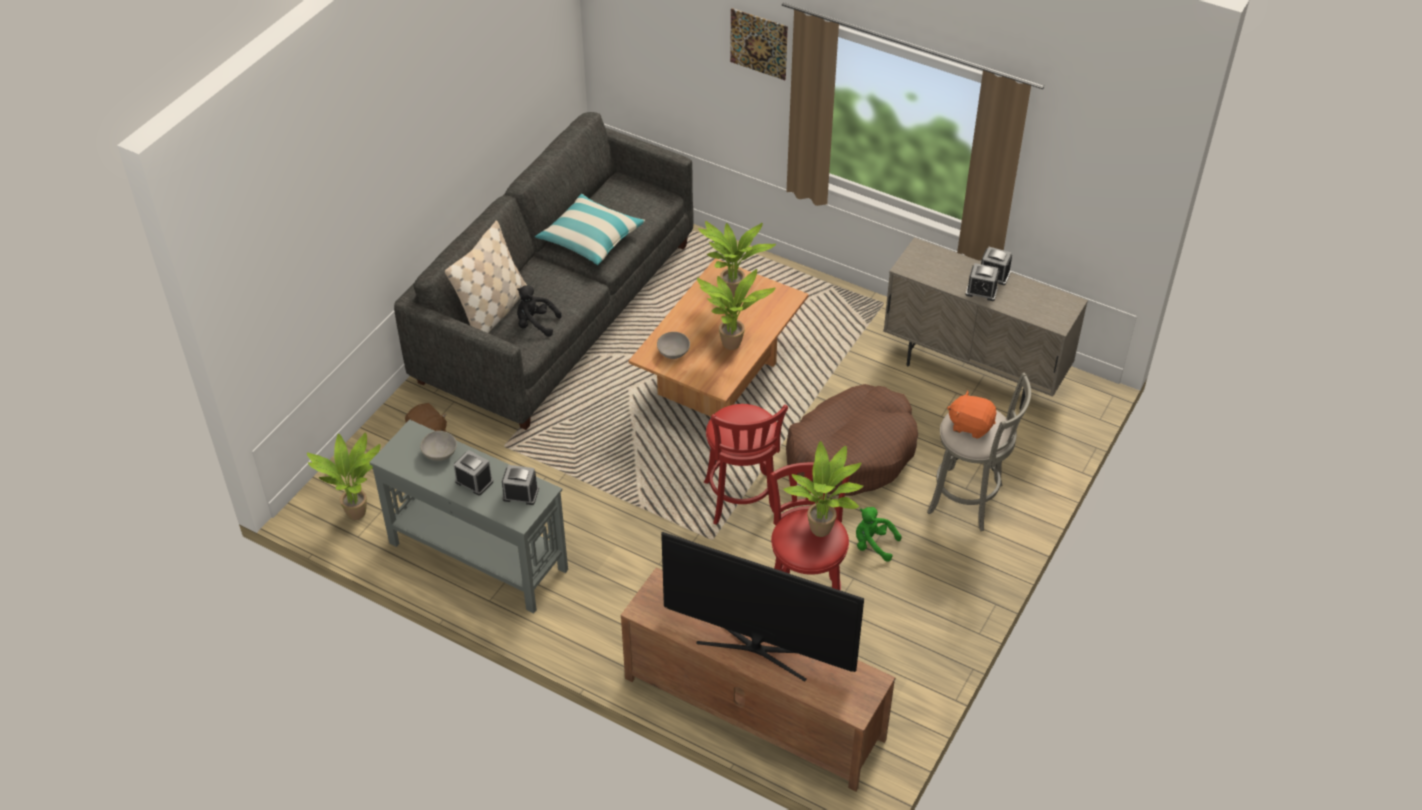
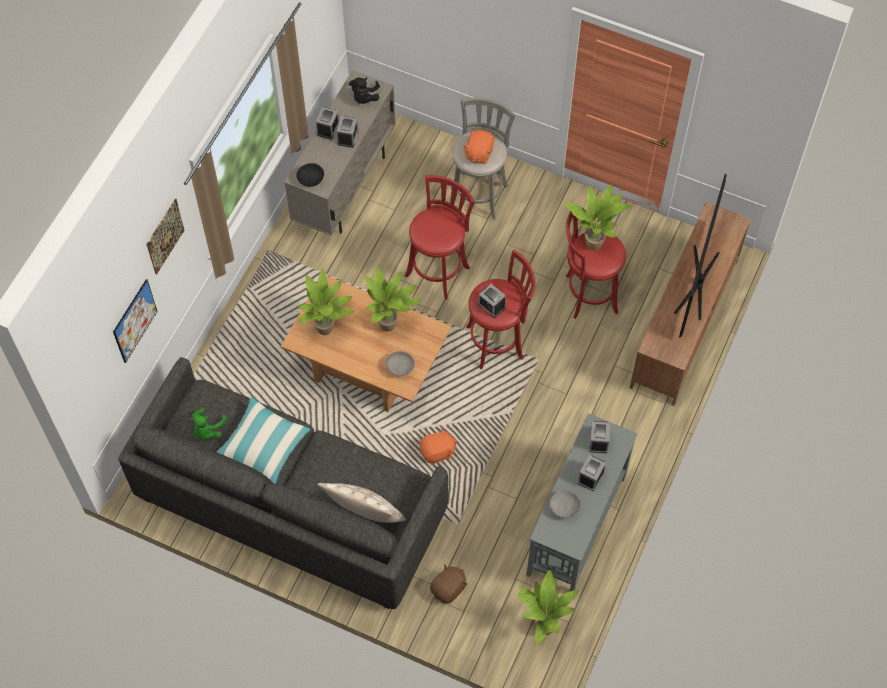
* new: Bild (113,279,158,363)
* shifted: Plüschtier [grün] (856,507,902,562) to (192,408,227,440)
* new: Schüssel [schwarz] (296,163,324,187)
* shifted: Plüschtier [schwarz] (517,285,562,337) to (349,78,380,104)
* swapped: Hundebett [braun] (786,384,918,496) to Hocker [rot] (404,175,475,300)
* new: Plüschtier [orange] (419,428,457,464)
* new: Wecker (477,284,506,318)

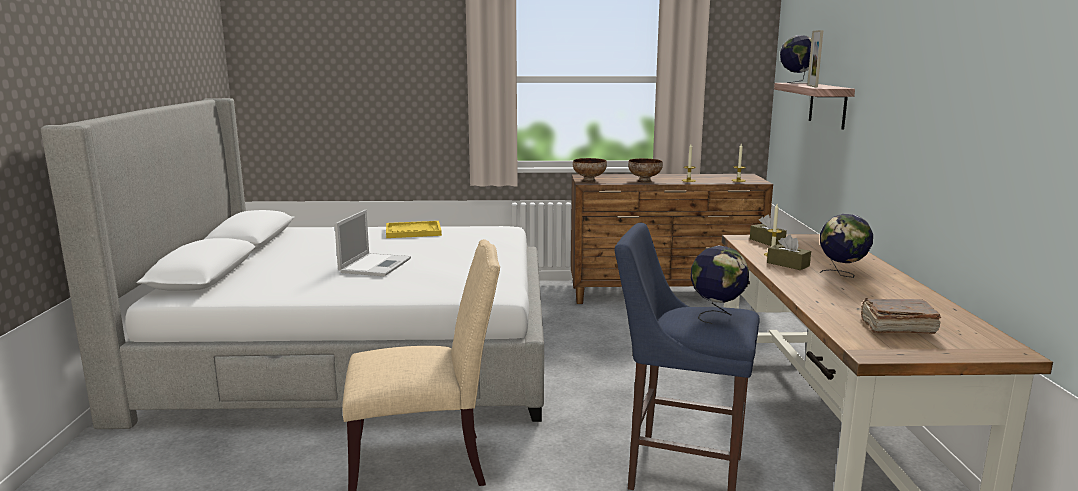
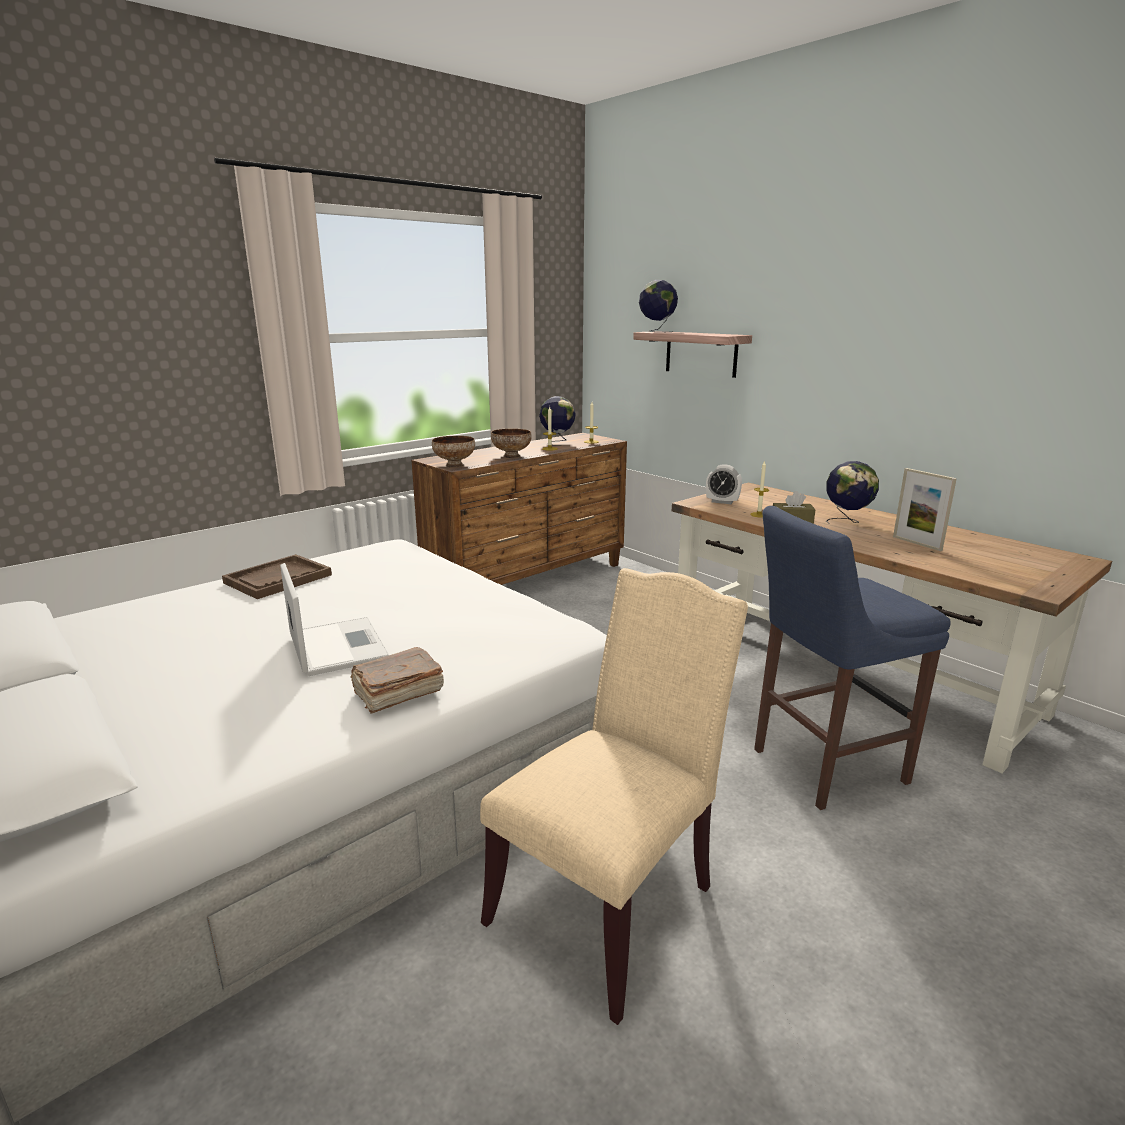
* repainted: Tablett [gelb] (386,221,442,238) to Tablett [braun] (222,554,332,599)
* shifted: Buch [braun] (861,298,941,334) to (350,647,444,714)
* shifted: Globus (691,246,749,324) to (539,396,576,446)
* swapped: Taschentuchbox [braun] (750,215,787,246) to Wecker (706,464,742,504)
* shifted: Bilderrahmen (807,30,823,88) to (893,468,957,551)

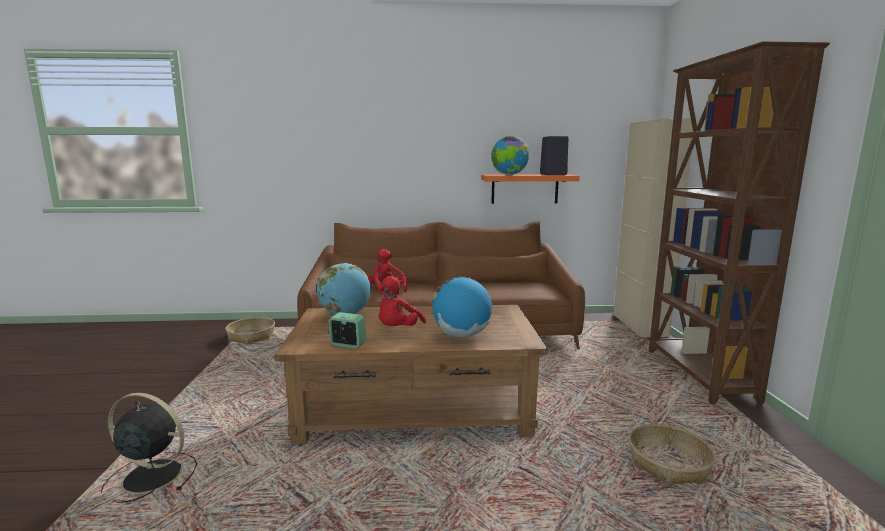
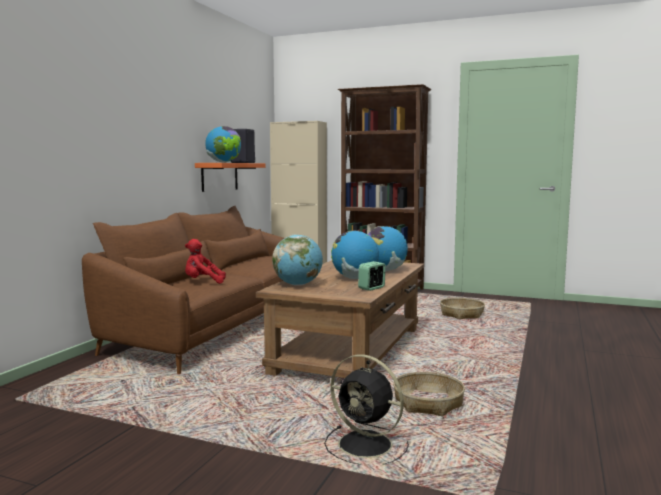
* rotated: Ventilator [schwarz] (101,393,197,503) = (324,354,409,465) 90 degrees counterclockwise
* swapped: Plüschtier [rot] (379,276,426,326) to Globus (331,230,379,279)
* shifted: Korb (226,317,275,344) to (393,372,465,416)

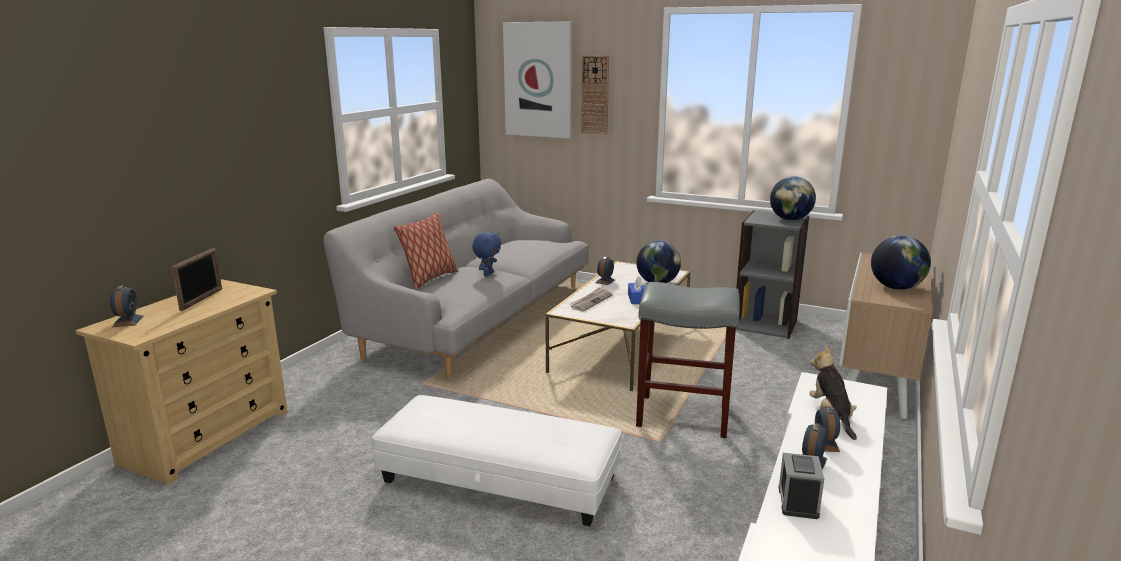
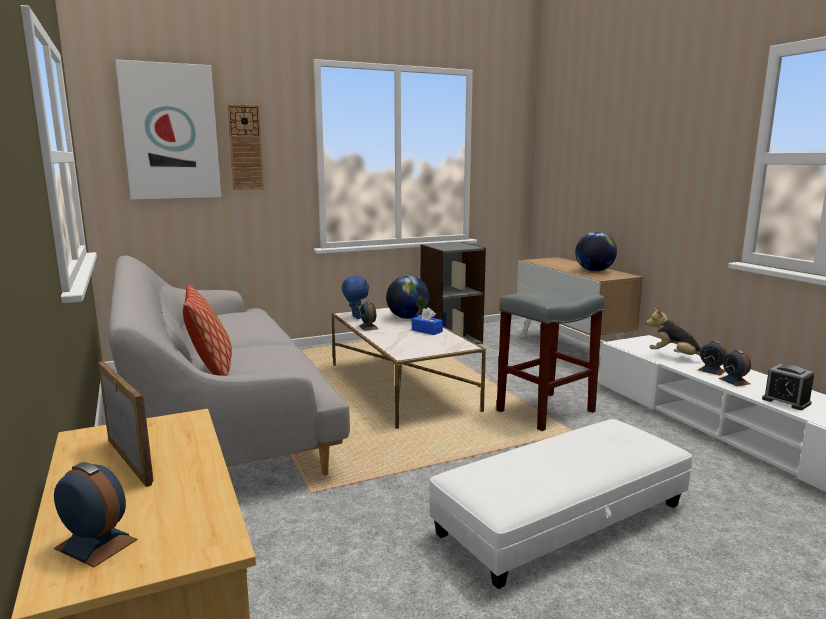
* shifted: Plüschtier [blau] (472,232,501,276) to (342,276,369,319)
* gone: Zeitung (569,287,613,311)
* gone: Globus (770,176,816,220)

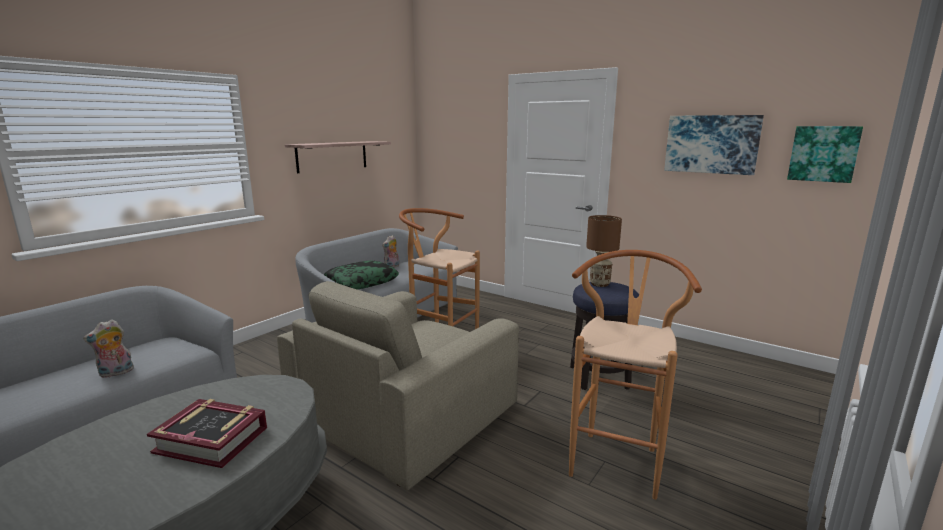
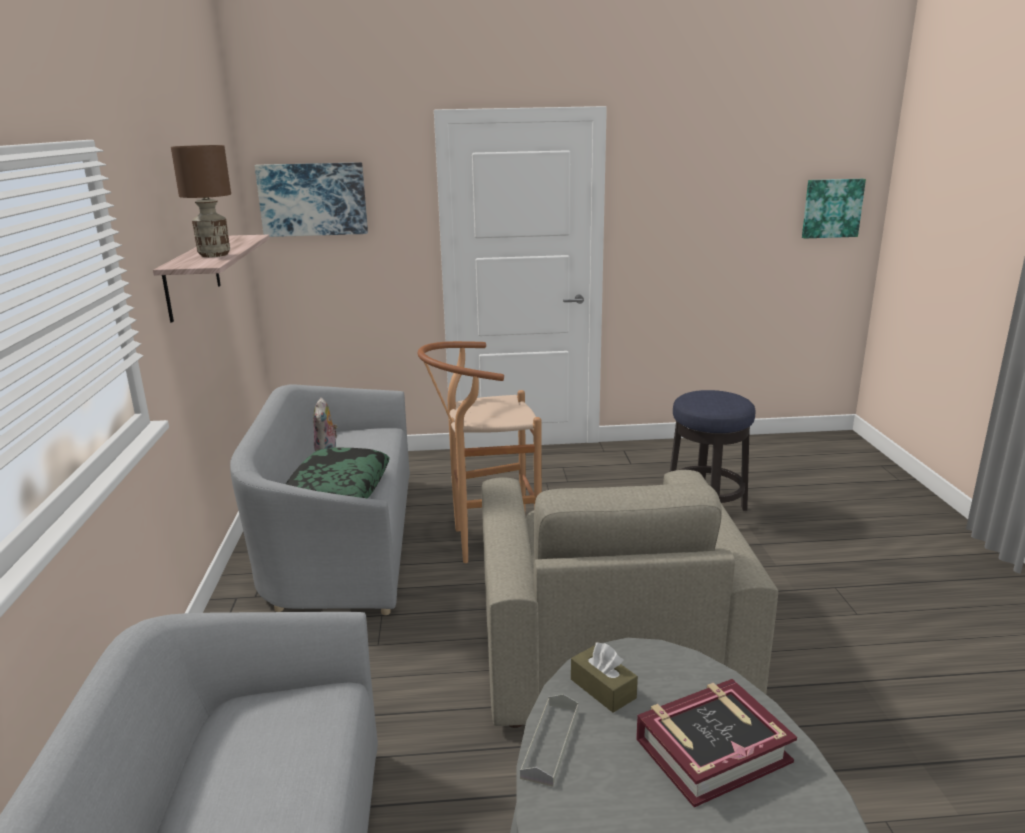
* shifted: Tischlampe [braun] (586,215,622,287) to (171,145,231,257)
* shifted: Bild (664,115,764,175) to (255,162,368,237)
* new: Tablett [grau] (520,694,578,786)
* new: Taschentuchbox [braun] (571,642,638,713)
* gone: Plüschtier (83,319,134,378)
* gone: Hocker [braun] (569,250,702,500)

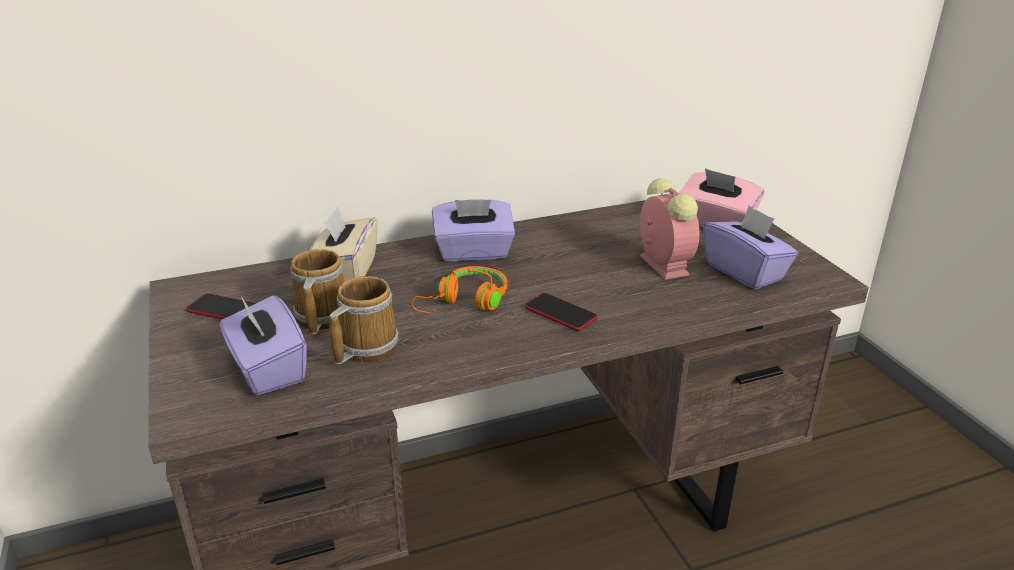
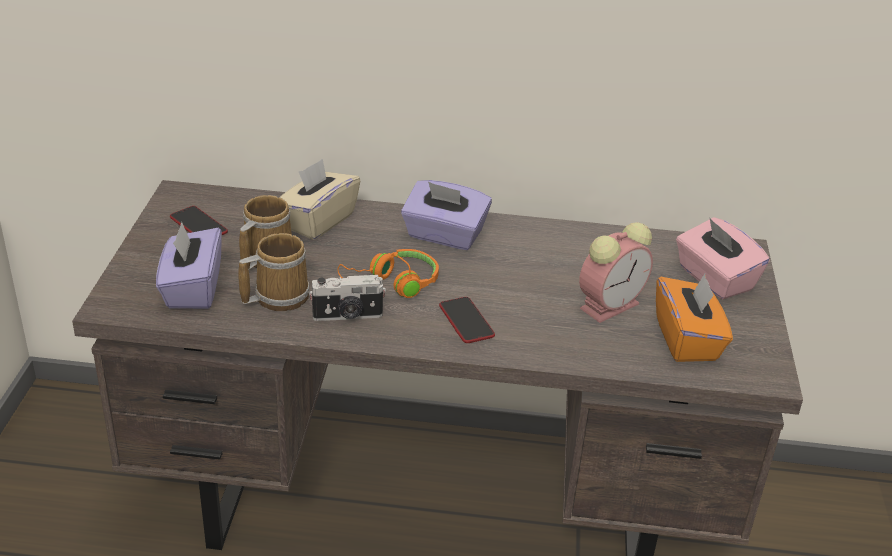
* new: Kamera (309,275,386,321)
* rotated: Wecker (640,178,700,280) = (579,222,653,323) 45 degrees clockwise
* repainted: Taschentuchbox [lila] (703,206,798,289) to Taschentuchbox [orange] (656,274,733,362)

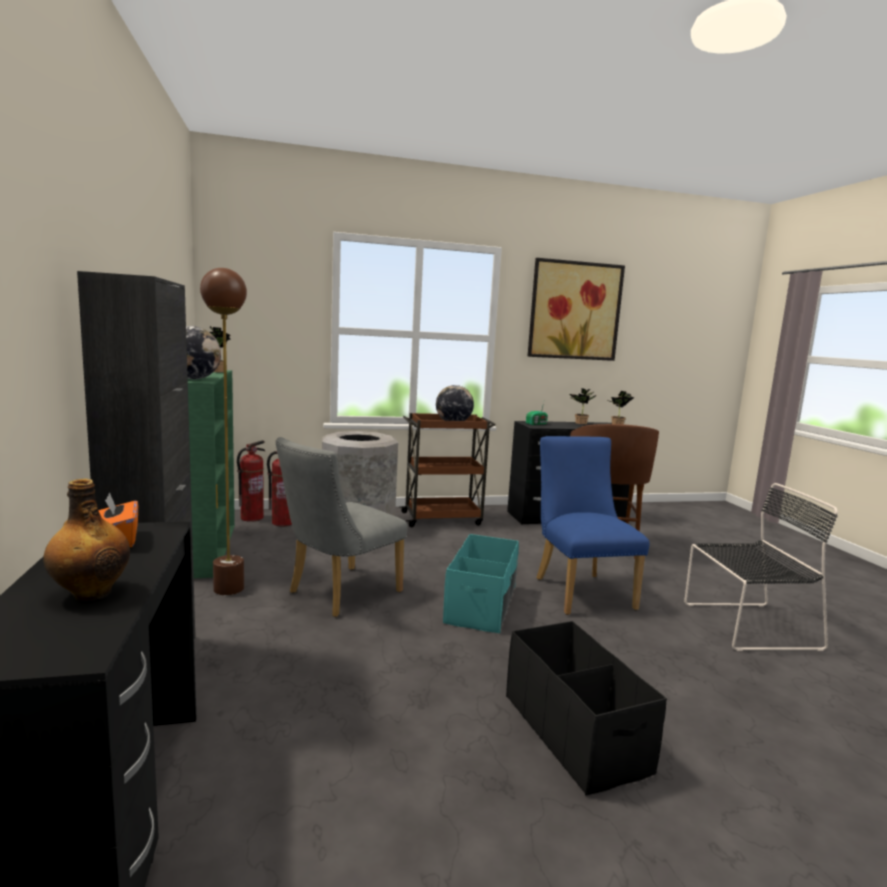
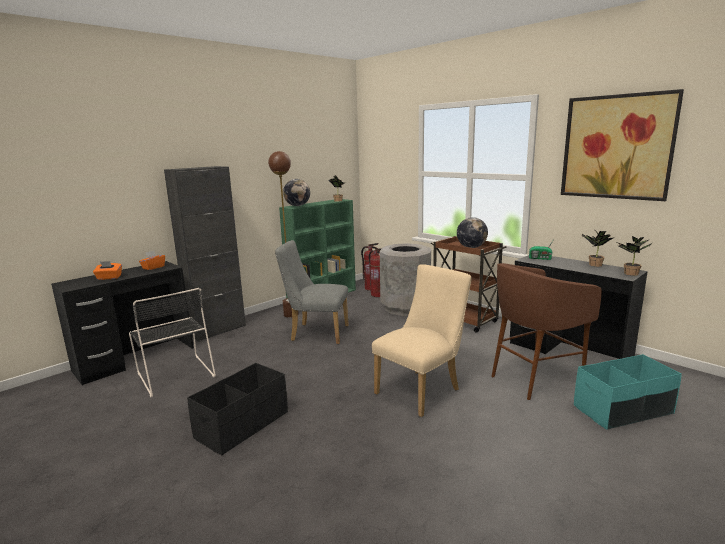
* swapped: Flasche (43,479,130,601) to Taschentuchbox [orange] (93,261,122,280)
* shifted: Stuhl [schwarz] (684,483,838,651) to (129,288,216,397)
* repainted: Stuhl [blau] (536,436,650,615) to Stuhl [beige] (372,264,472,417)
* shifted: Aufbewahrungsbox [türkis] (443,534,519,633) to (574,354,682,430)

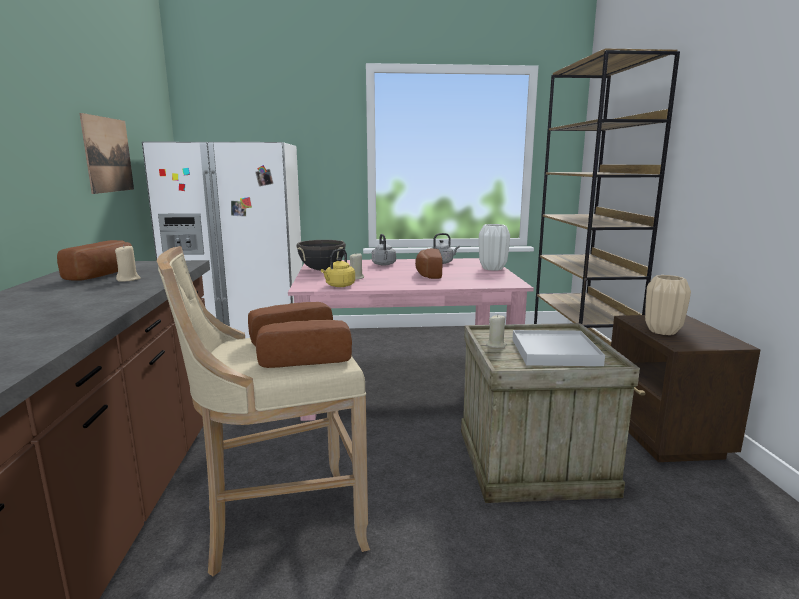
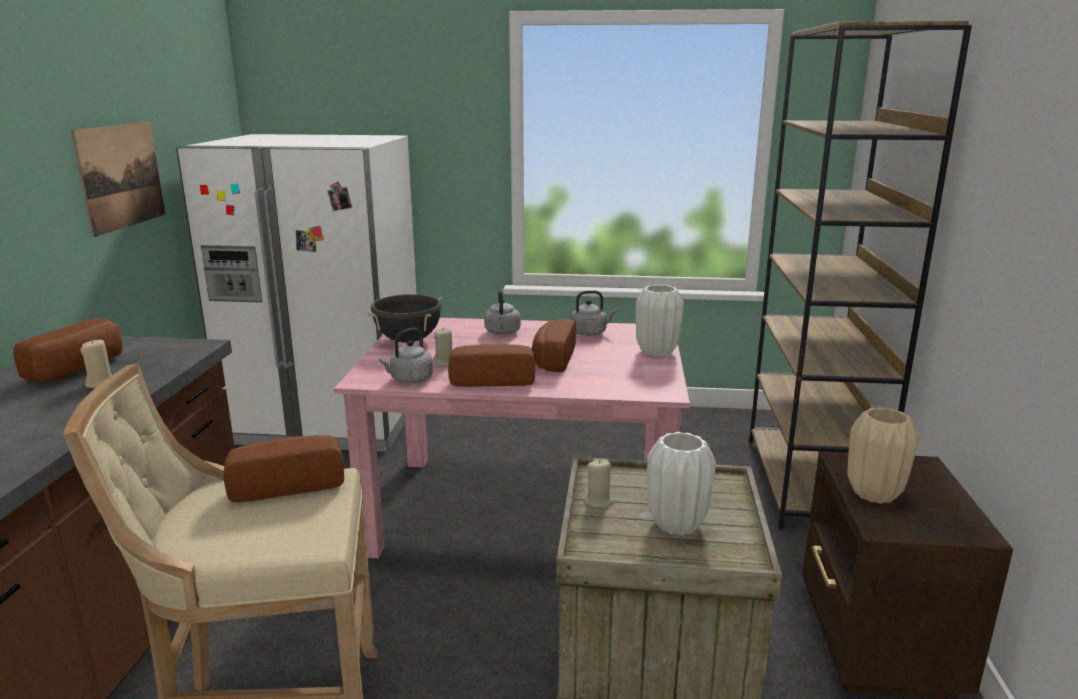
* repainted: Wasserkessel [gelb] (321,249,355,287) to Wasserkessel [grau] (379,328,433,383)
* shifted: Brot (256,320,352,368) to (448,344,535,387)
* swapped: Tablett [weiß] (512,330,605,366) to Vase [weiß] (647,432,716,535)

